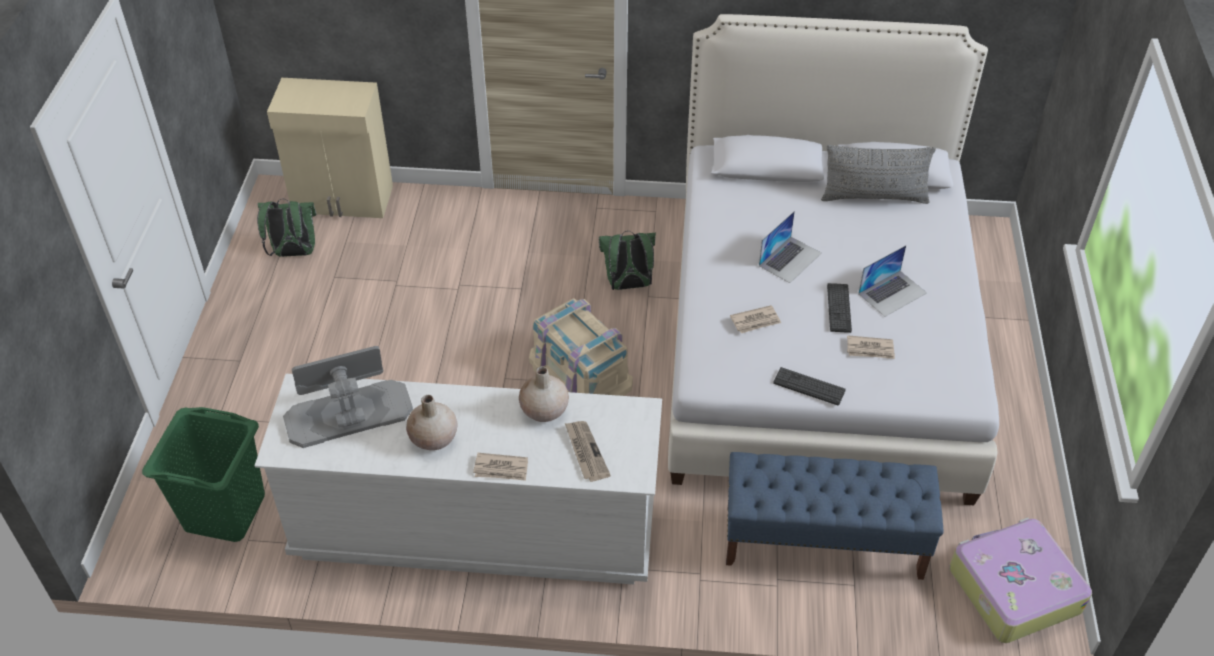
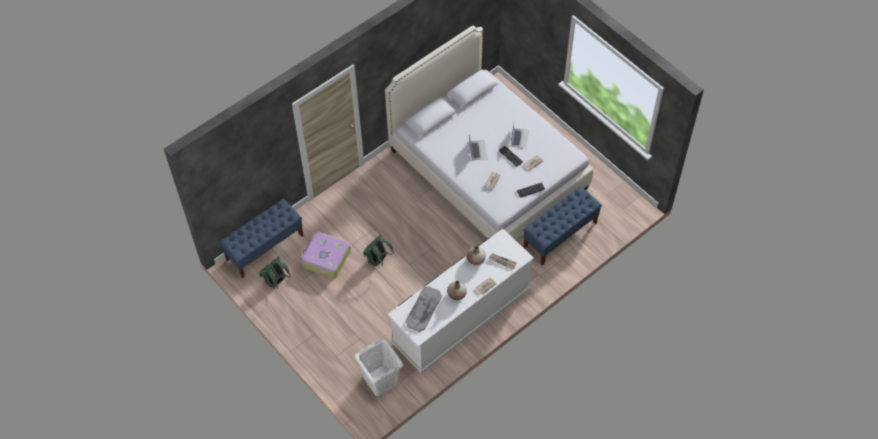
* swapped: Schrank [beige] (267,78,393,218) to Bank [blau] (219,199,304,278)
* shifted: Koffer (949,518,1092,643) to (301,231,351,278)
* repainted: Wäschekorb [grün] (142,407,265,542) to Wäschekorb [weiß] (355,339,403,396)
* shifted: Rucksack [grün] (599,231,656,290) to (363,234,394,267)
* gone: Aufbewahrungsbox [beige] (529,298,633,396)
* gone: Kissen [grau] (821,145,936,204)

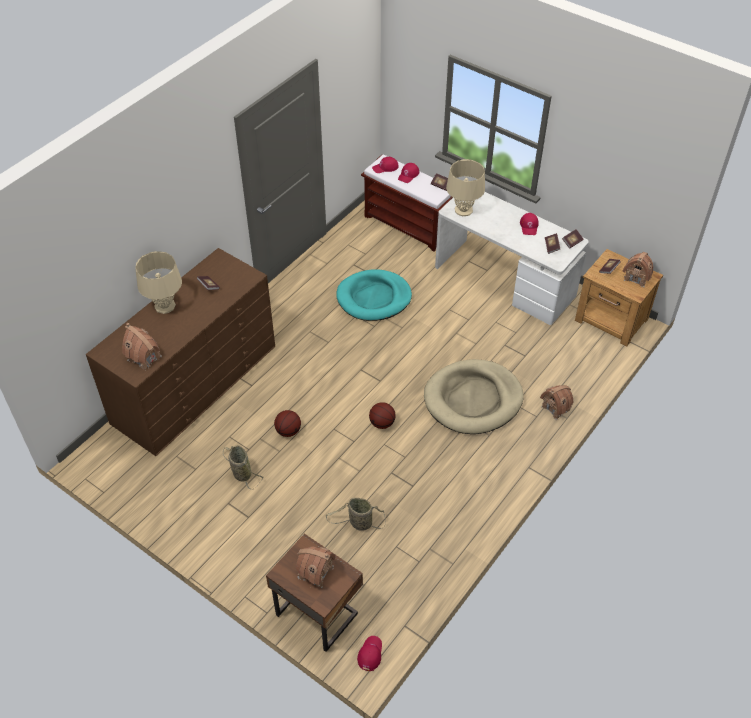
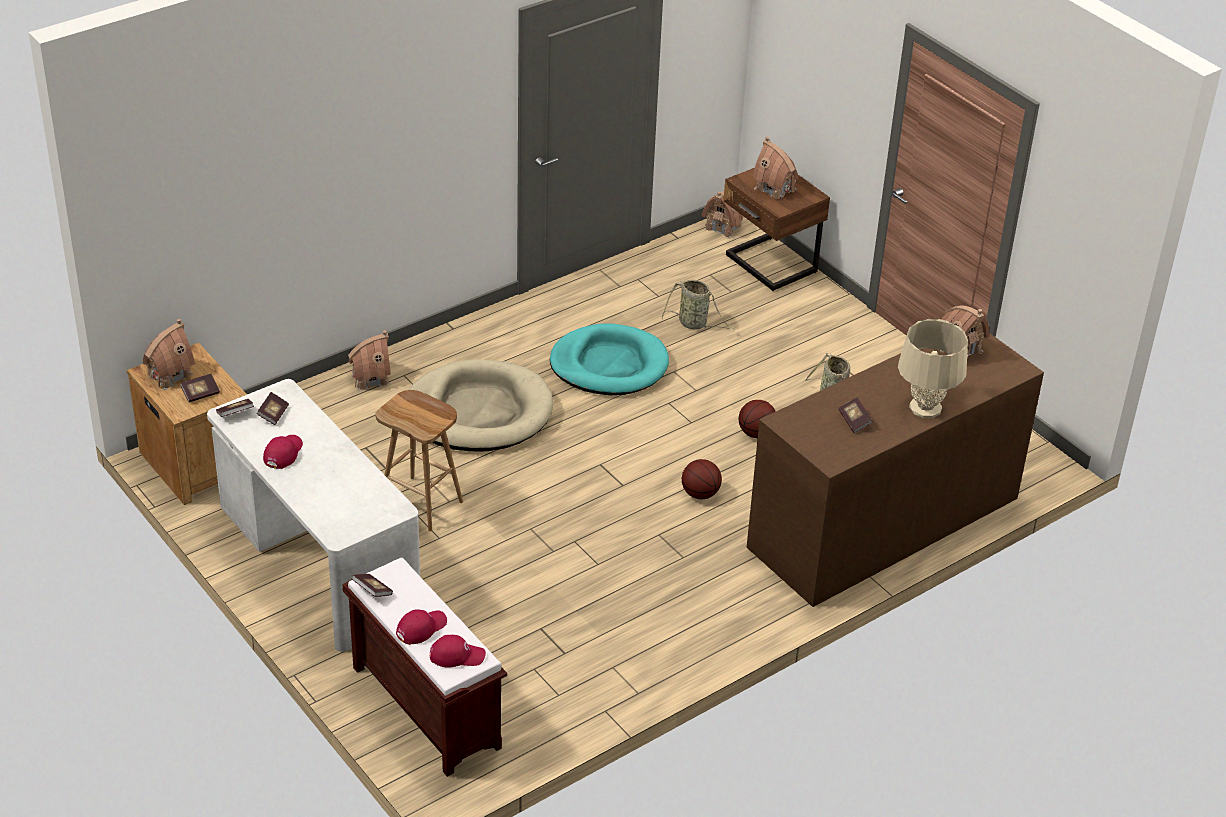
* new: Hocker [braun] (375,390,463,531)
* shifted: Hundebett [türkis] (336,269,412,321) to (550,323,669,395)
* shifted: Basketball (369,402,396,429) to (682,459,722,499)
* swapped: Kappe [rot] (357,636,382,671) to Spielzeughaus (702,191,743,238)
* gone: Tischlampe [beige] (446,159,485,216)

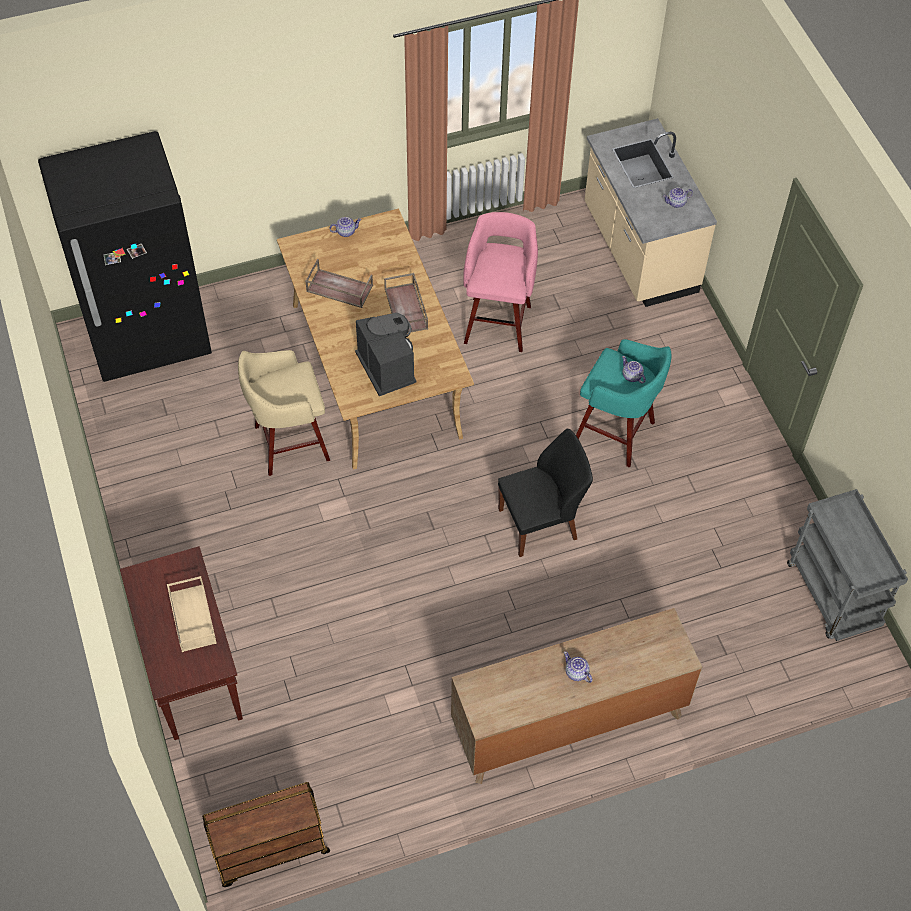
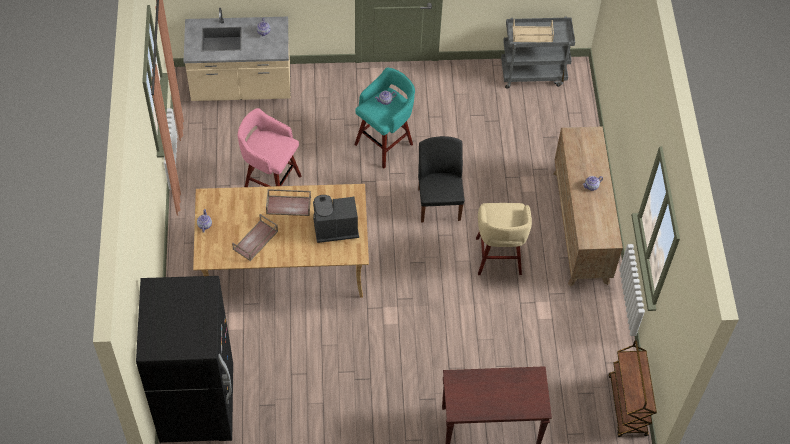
* shifted: Hocker [beige] (238,350,330,476) to (476,203,532,275)
* shifted: Tablett [beige] (167,576,217,652) to (512,19,554,42)

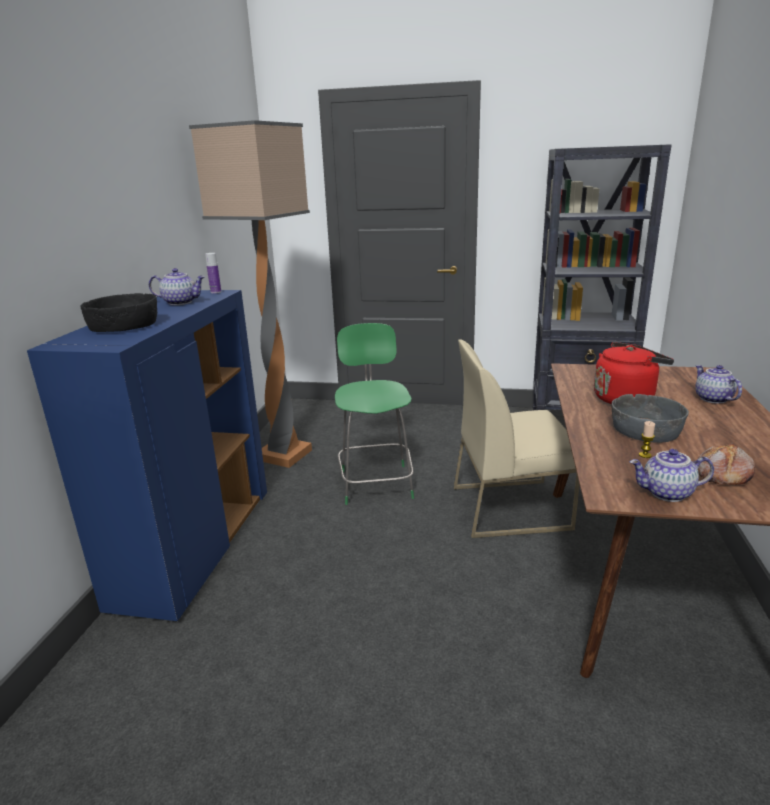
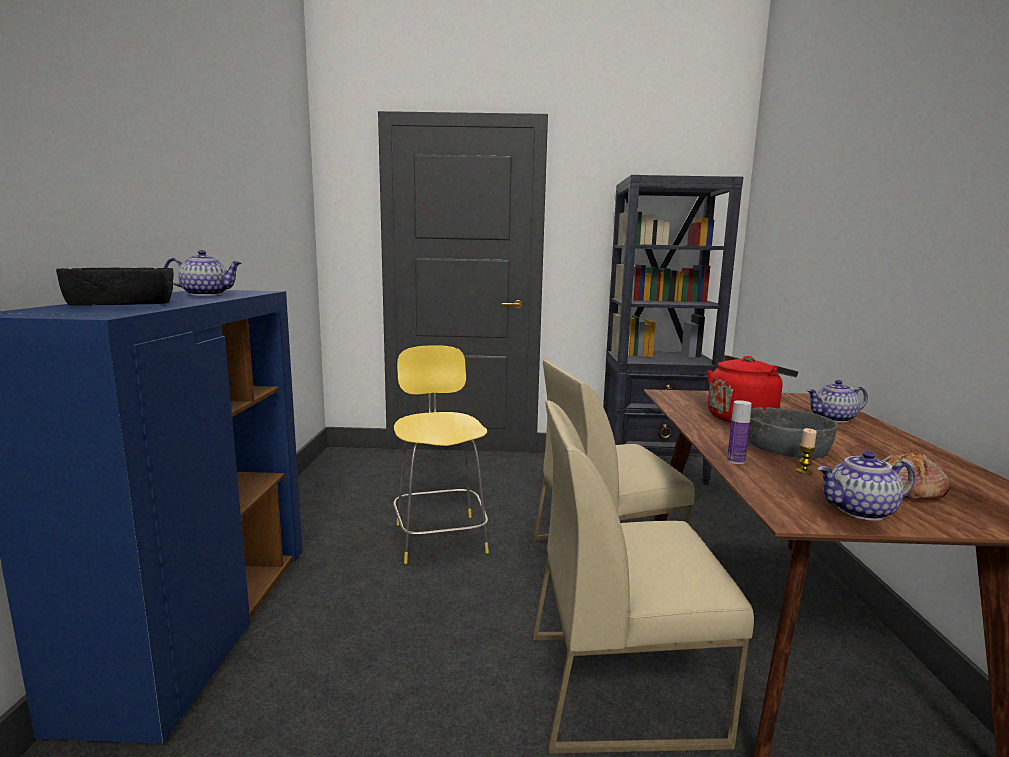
* repainted: Hocker [grün] (335,323,414,505) to Hocker [gelb] (393,345,489,564)
* new: Stuhl [beige] (533,400,754,754)
* shifted: Flasche (205,253,221,293) to (727,400,752,464)
* rotated: Teekanne (695,365,742,404) = (807,380,868,423) 75 degrees counterclockwise
* gone: Stehlampe (189,120,312,468)

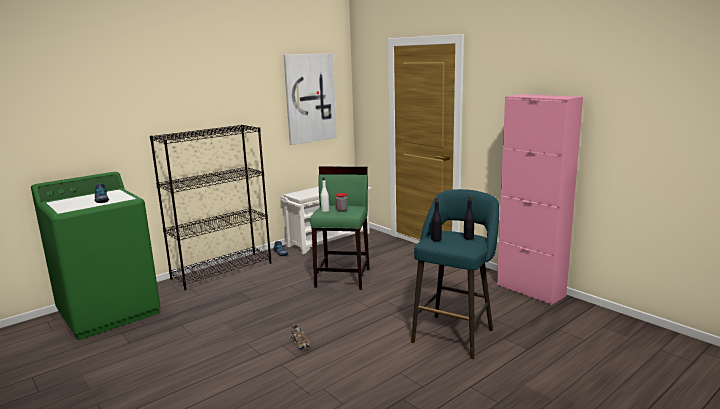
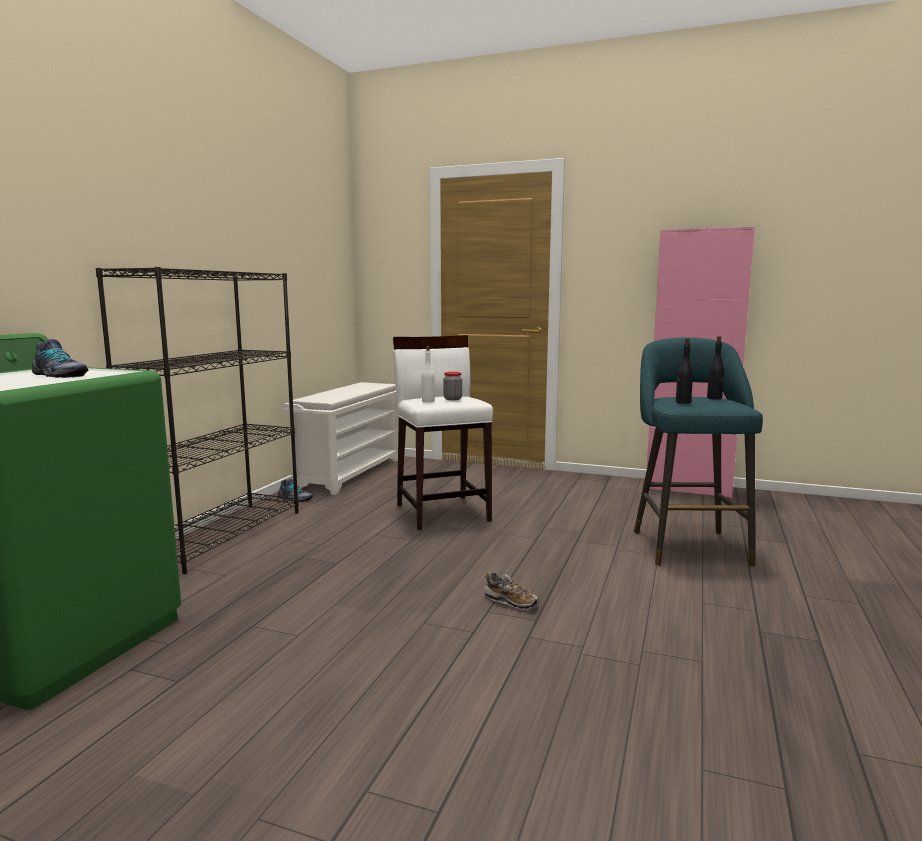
* repainted: Hocker [grün] (310,166,369,290) to Hocker [weiß] (393,335,493,530)
* gone: Bild (284,53,337,145)

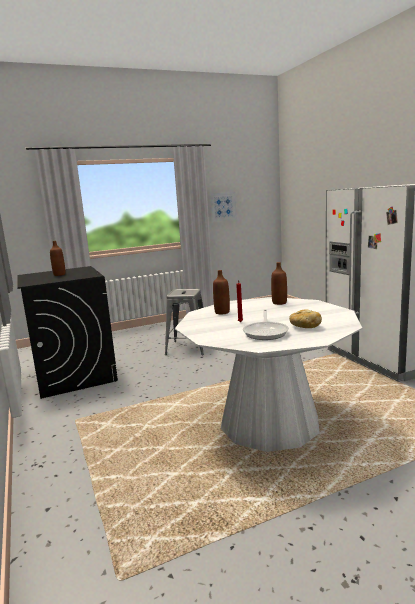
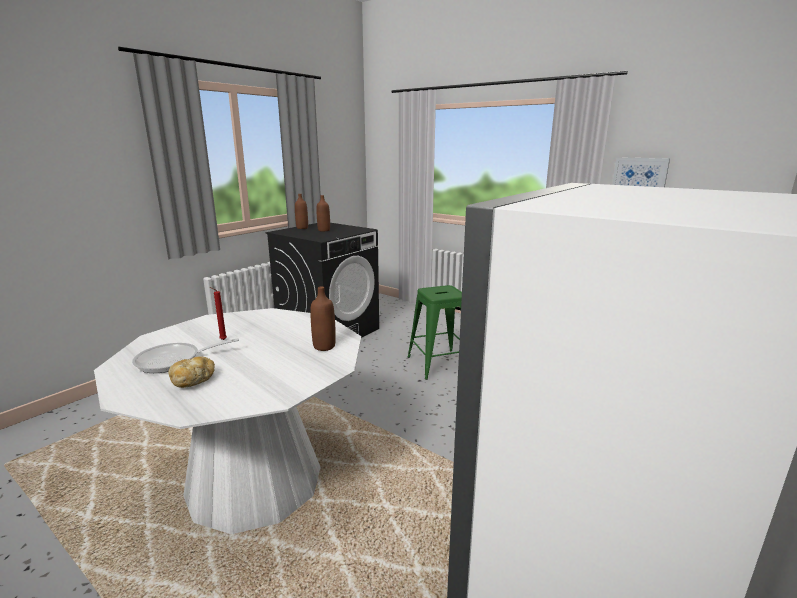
* shifted: Flasche [braun] (213,270,230,314) to (295,194,308,229)
* repainted: Hocker [grau] (165,289,204,355) to Hocker [grün] (408,285,462,380)

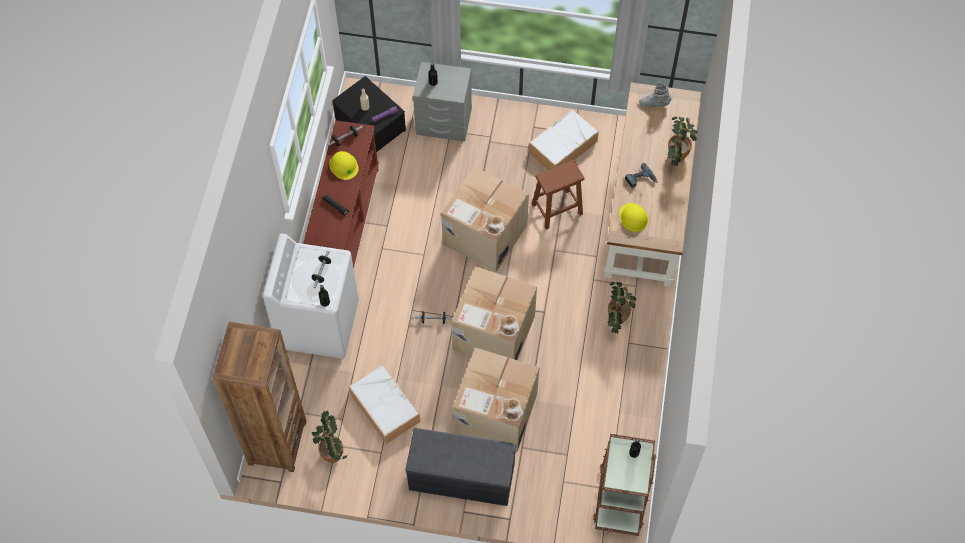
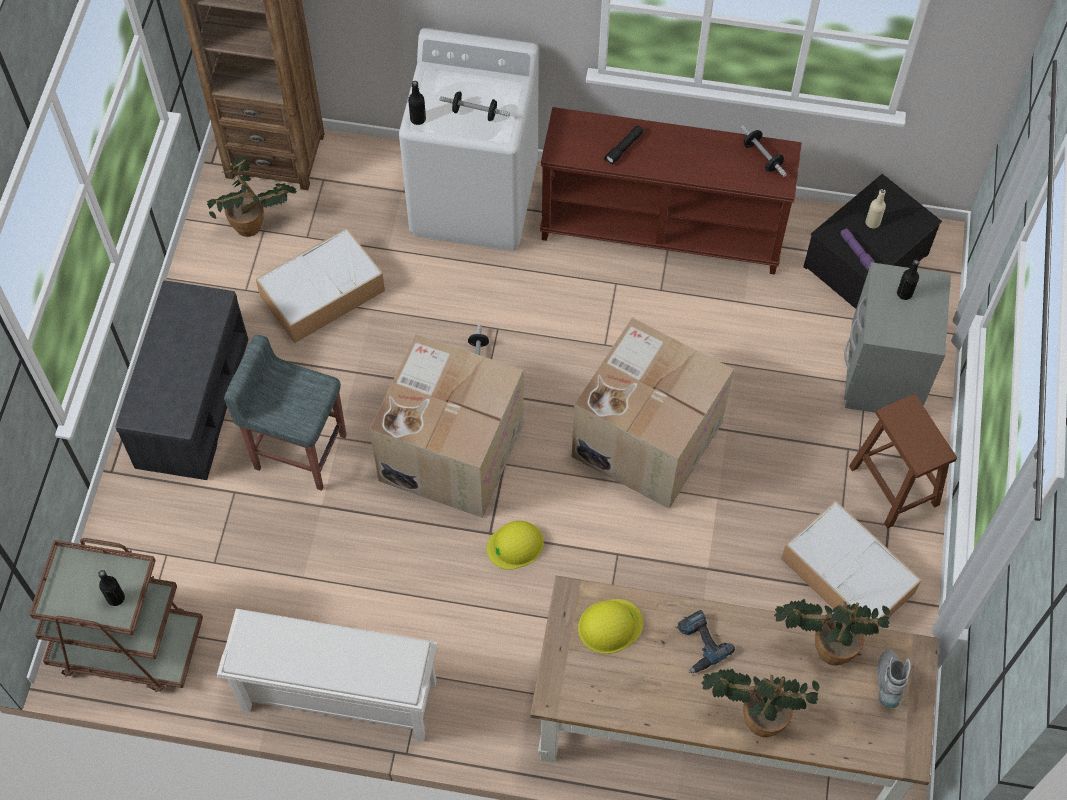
* new: Schuhregal [weiß] (217,609,437,742)
* swapped: Karton (453,348,540,452) to Hocker [grau] (224,334,347,491)
* shifted: Schutzhelm [gelb] (329,151,359,180) to (487,521,544,570)
* shifted: Topfpflanze (607,282,636,334) to (774,599,890,665)
* shifted: Hocker [braun] (532,160,585,230) to (849,394,957,529)

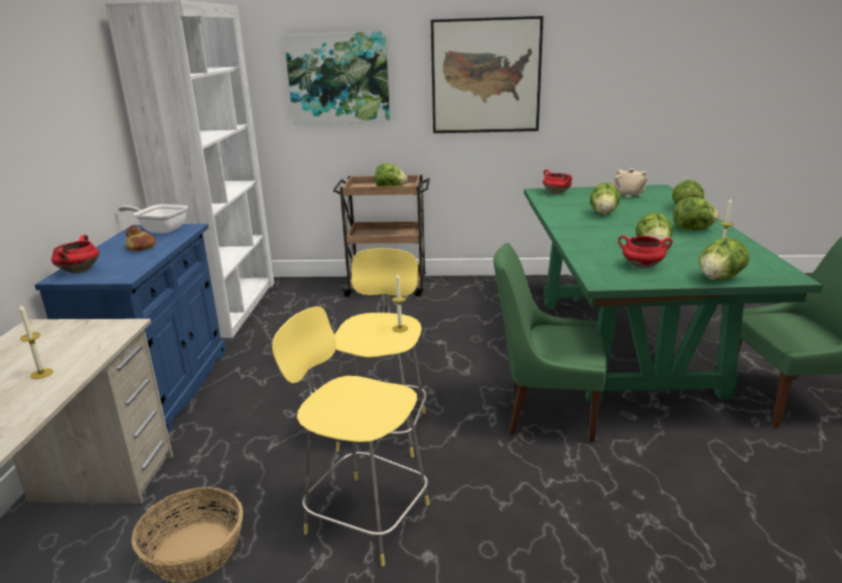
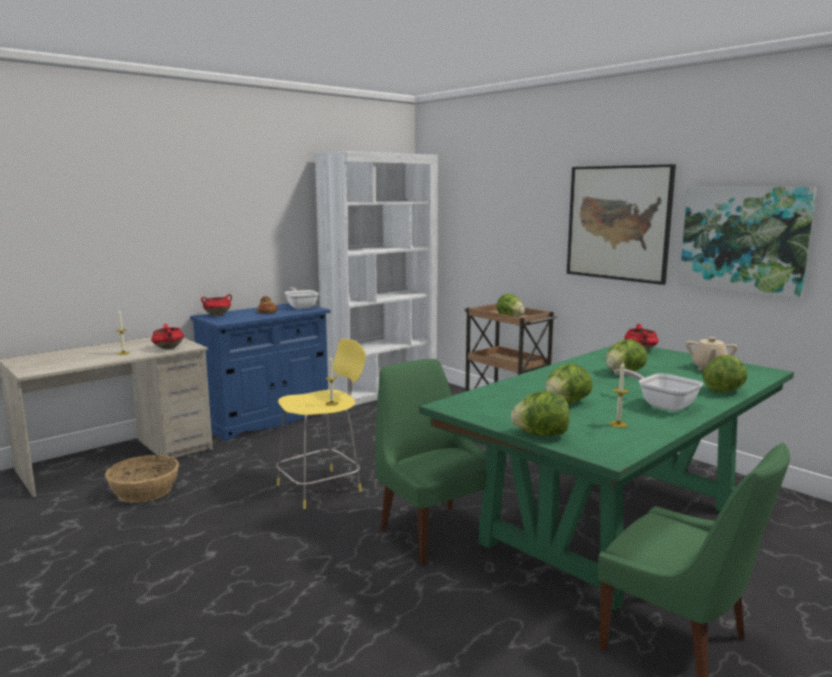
* shifted: Kochtopf [rot] (618,235,673,269) to (151,324,184,350)
* swapped: Salatkopf (673,197,719,230) to Pfanne (614,369,703,411)
* shifted: Bild (284,31,390,124) to (679,187,816,298)
* gone: Hocker [gelb] (272,306,429,566)

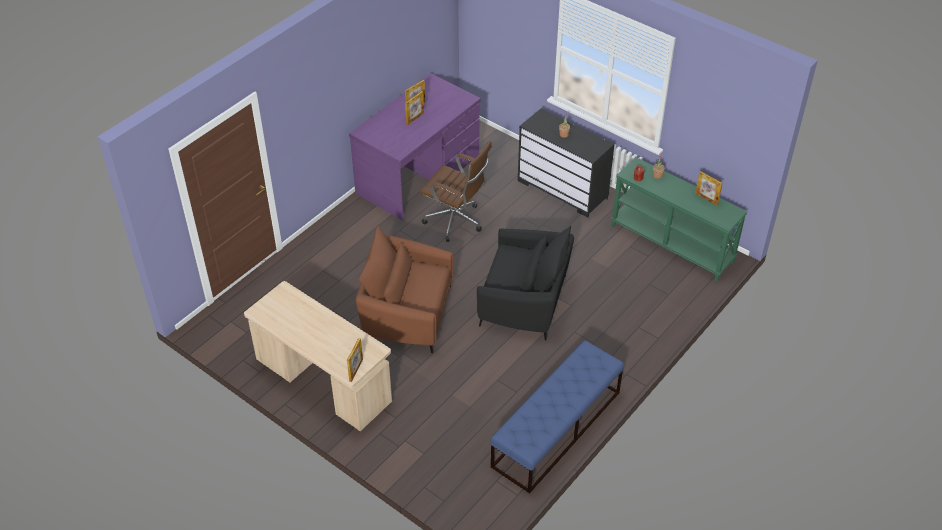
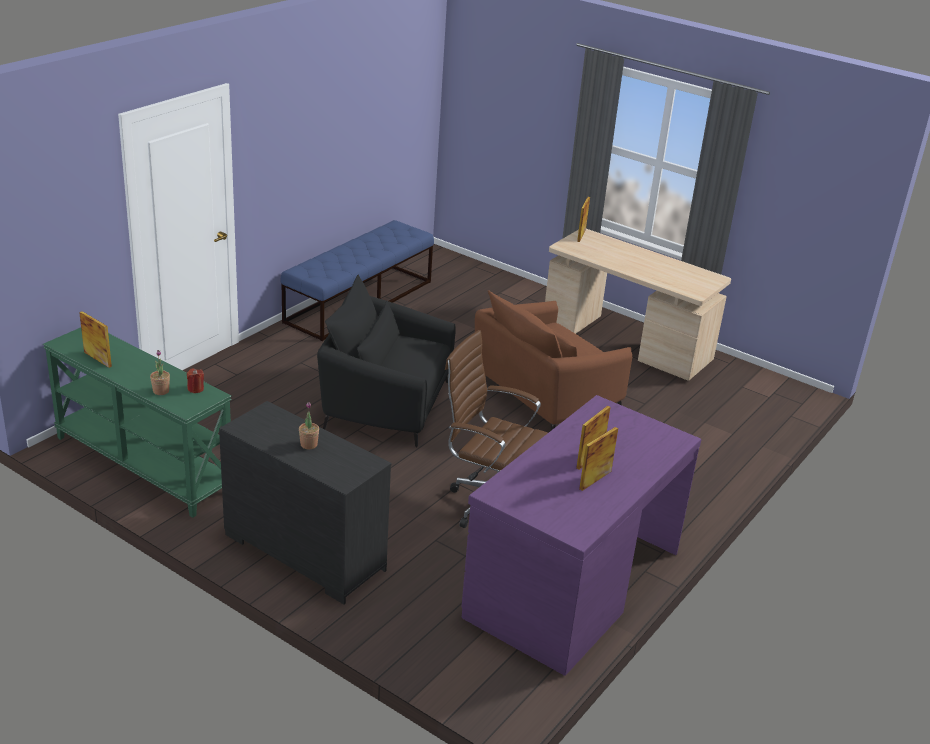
* rotated: Sessel [braun] (356,226,453,353) = (475,291,632,430) 135 degrees clockwise

